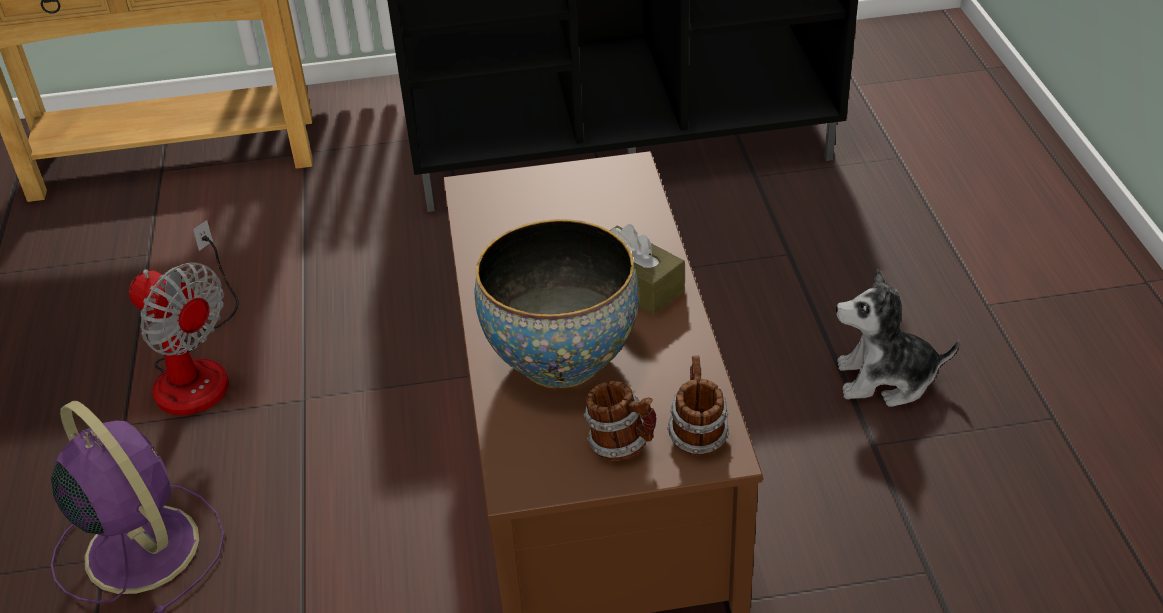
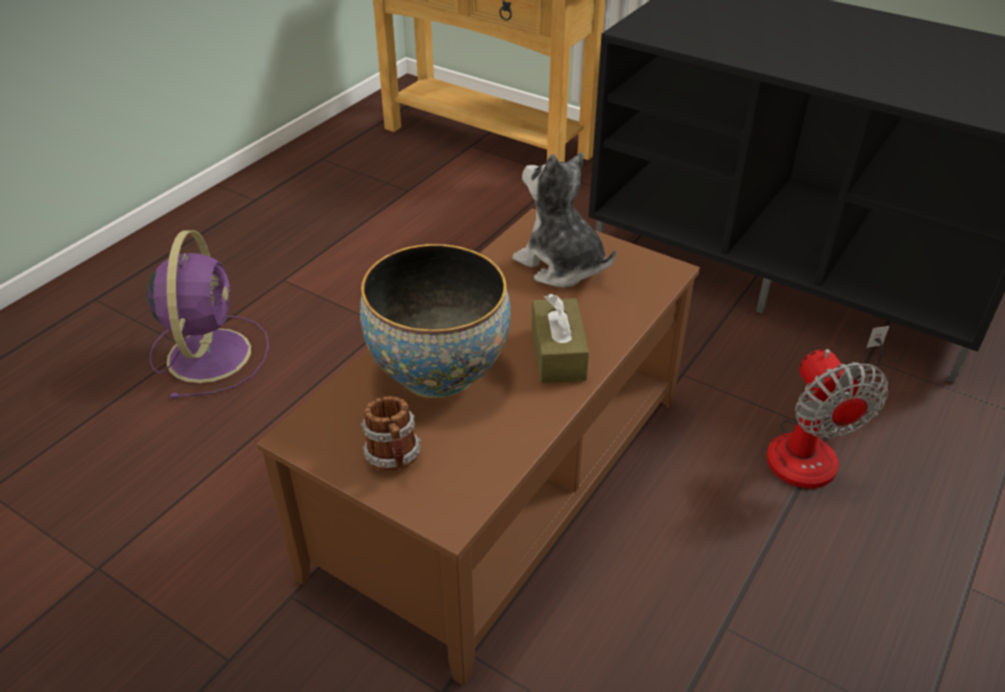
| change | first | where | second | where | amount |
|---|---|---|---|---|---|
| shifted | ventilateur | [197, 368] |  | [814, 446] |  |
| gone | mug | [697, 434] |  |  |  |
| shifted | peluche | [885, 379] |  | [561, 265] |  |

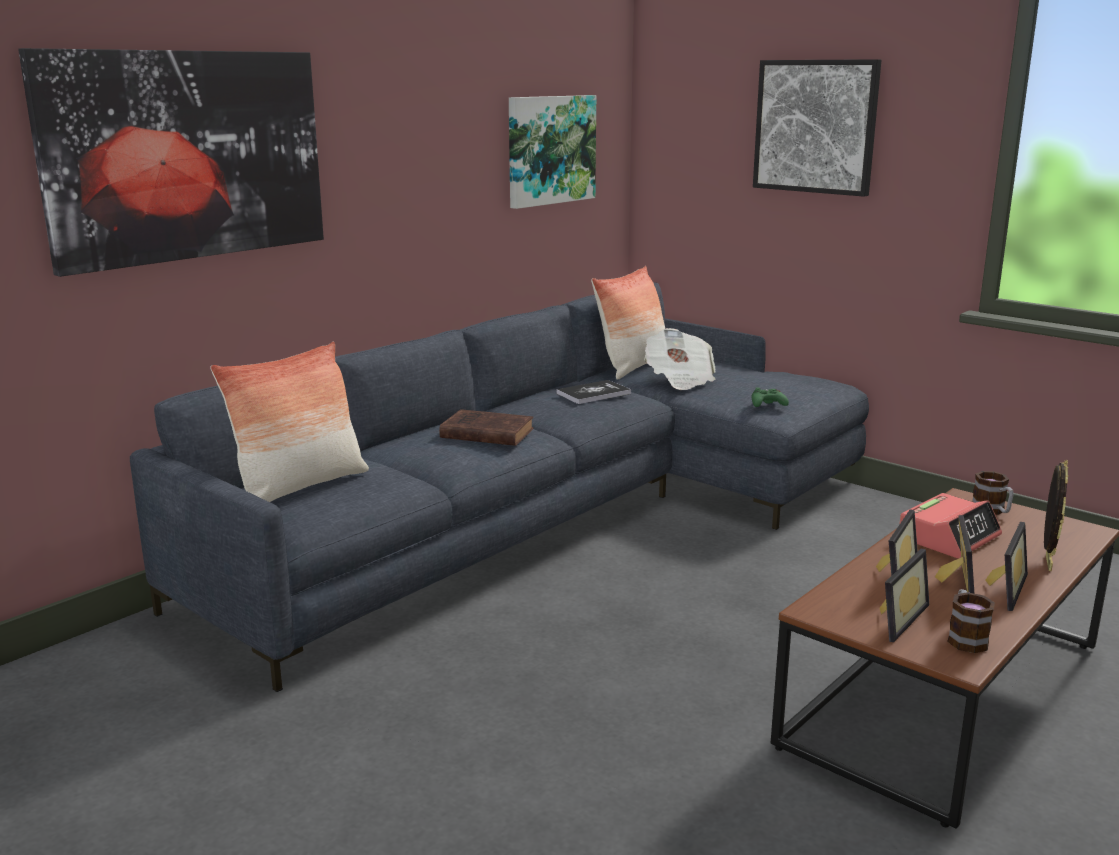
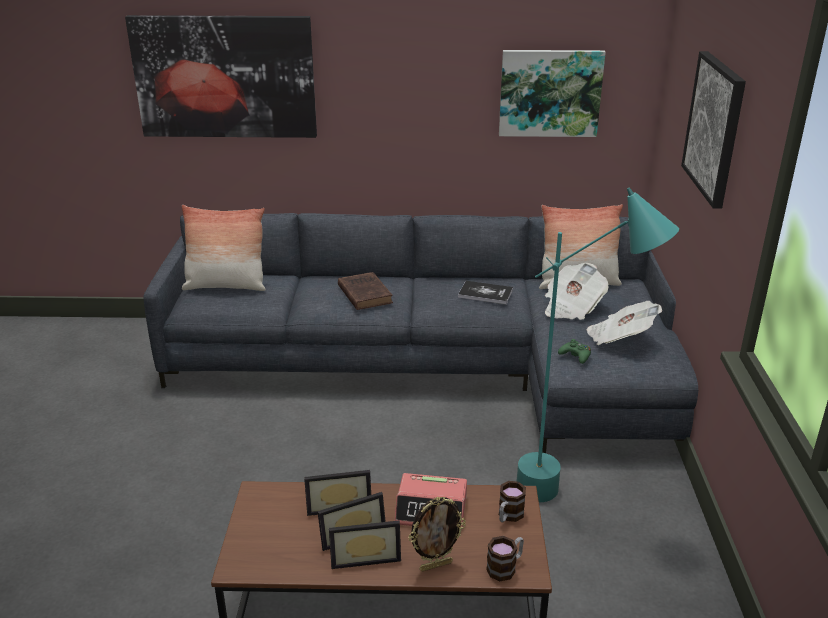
| change | first | where | second | where | amount |
|---|---|---|---|---|---|
| gone | cadre photo | [894, 618] |  |  |  |
| shifted | mug | [965, 637] |  | [505, 567] |  |
| new |  |  | lampadaire/turquoise | [572, 496] |  |
| new |  |  | journal | [620, 338] |  |

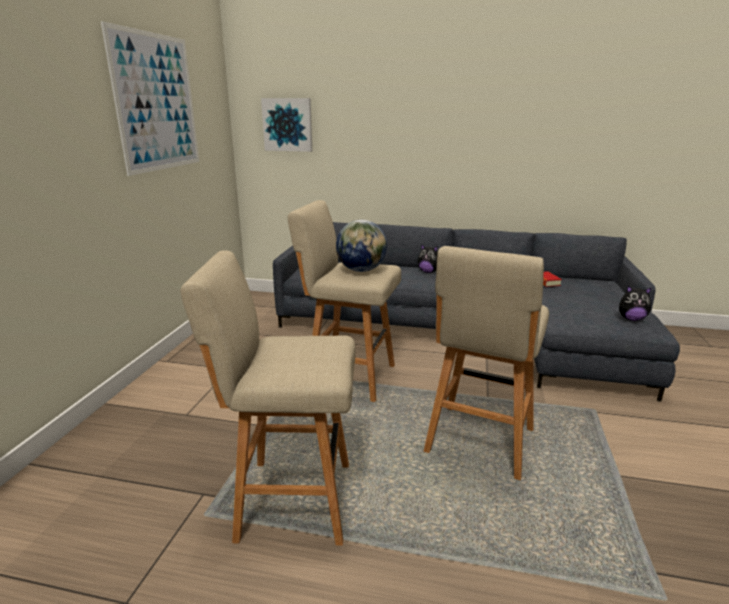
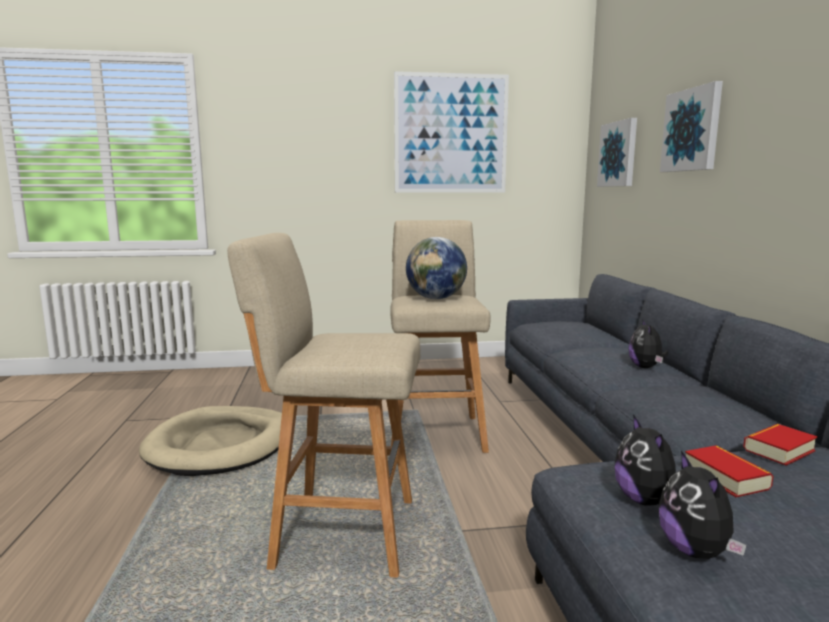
| change | first | where | second | where | amount |
|---|---|---|---|---|---|
| swapped | tabouret/beige | [290, 499] | panier pour chien/beige | [221, 445] |  |
| new |  |  | peluche | [646, 500] |  |
| new |  |  | tableau | [692, 130] |  |
| new |  |  | livre | [725, 477] |  |

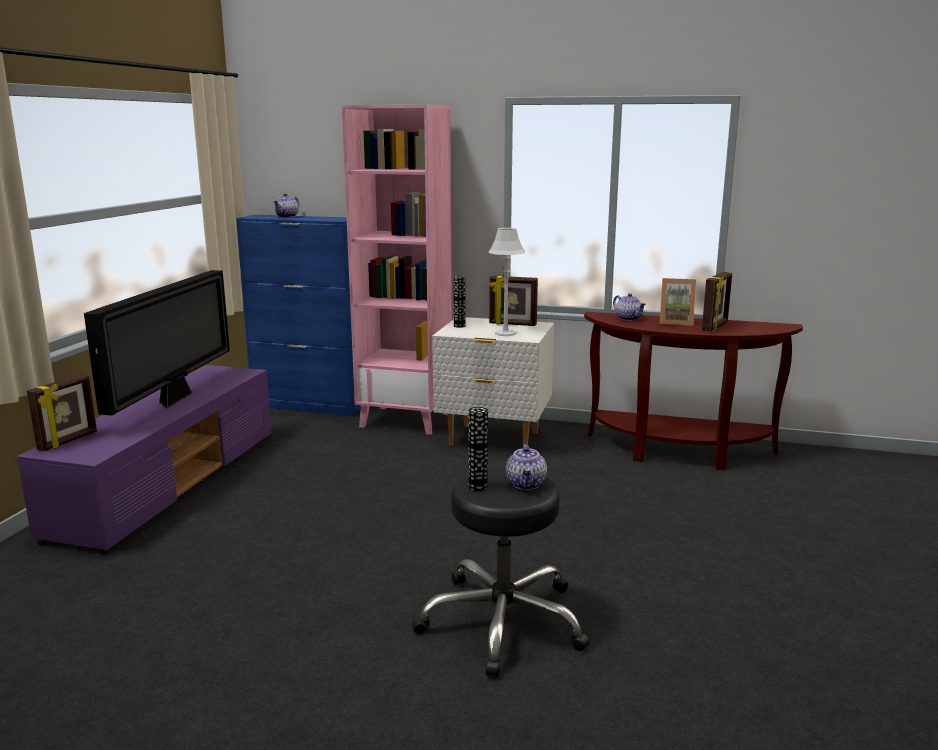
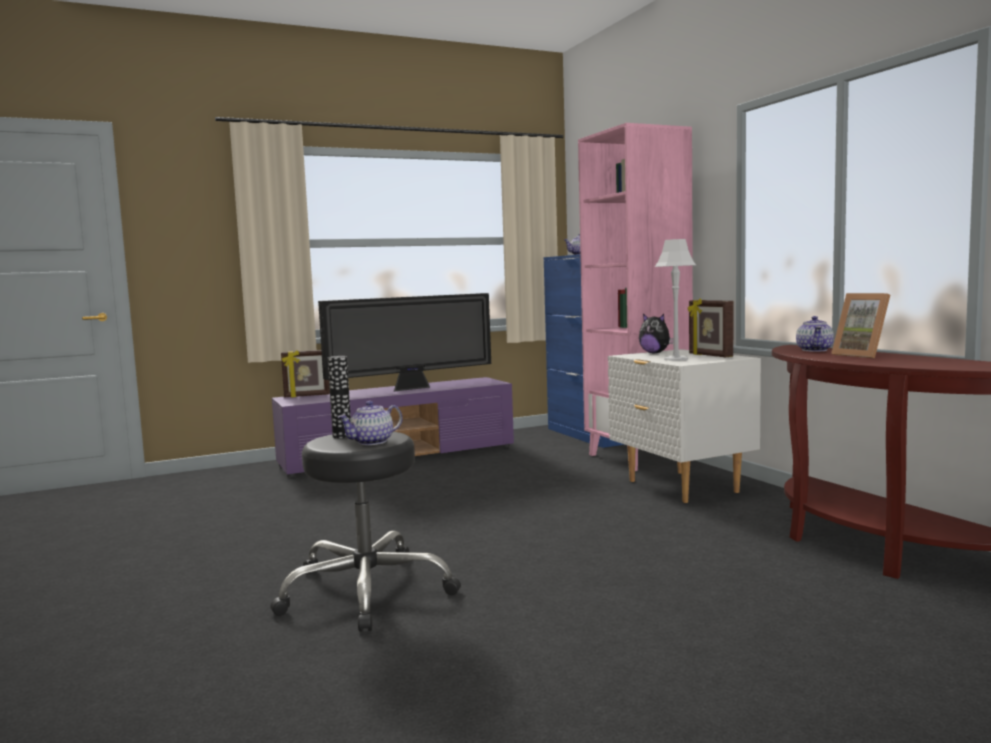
| change | first | where | second | where | amount |
|---|---|---|---|---|---|
| swapped | vase | [459, 326] | peluche | [655, 353] |  |
| gone | cadre photo | [715, 327] |  |  |  |

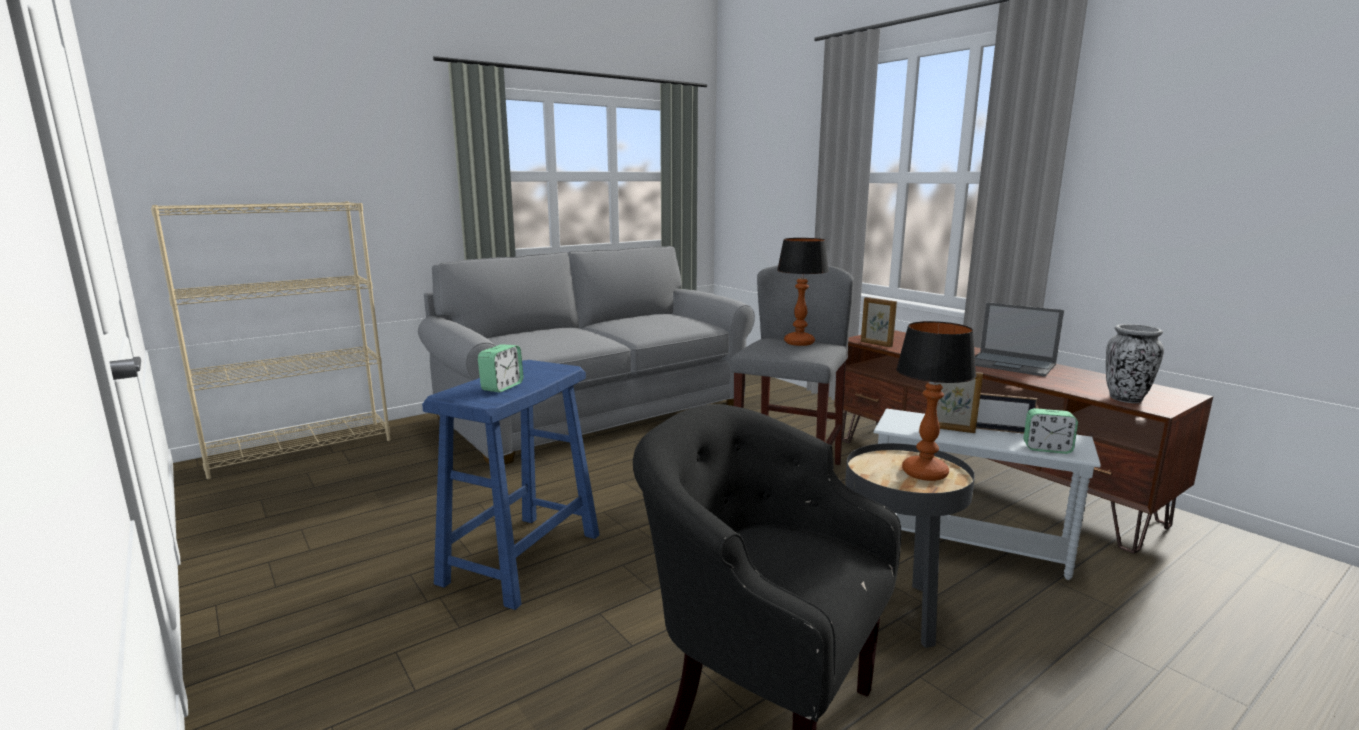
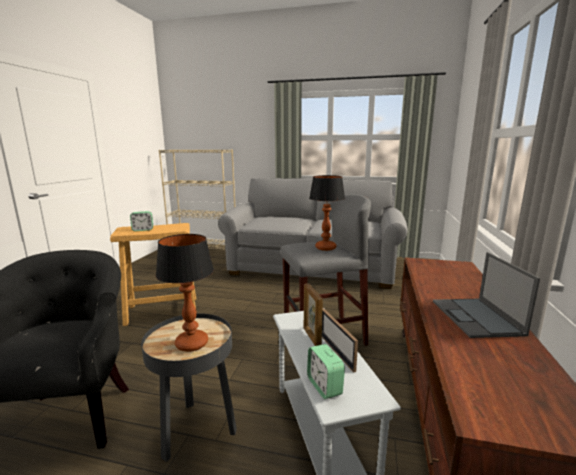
| change | first | where | second | where | amount |
|---|---|---|---|---|---|
| repainted | tabouret/bleu | [522, 558] | tabouret/beige | [163, 310] |  |
| gone | cadre photo | [876, 344] |  |  |  |
| gone | vase | [1126, 399] |  |  |  |

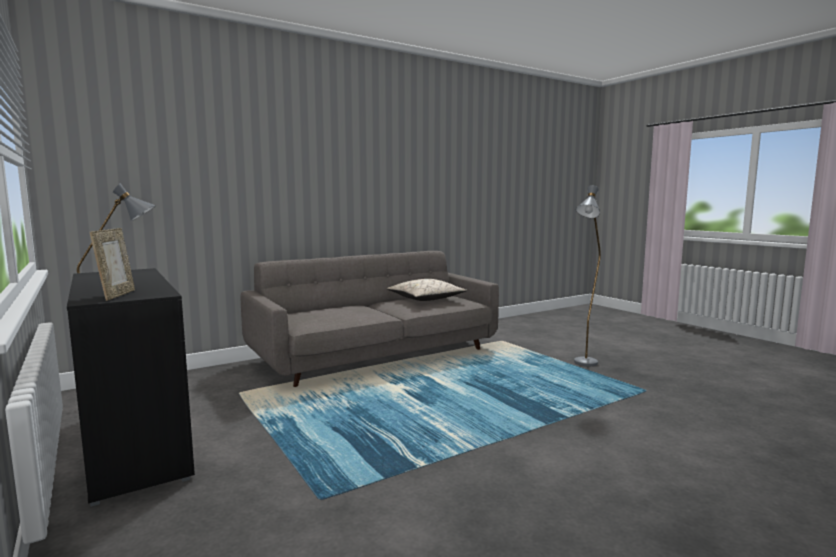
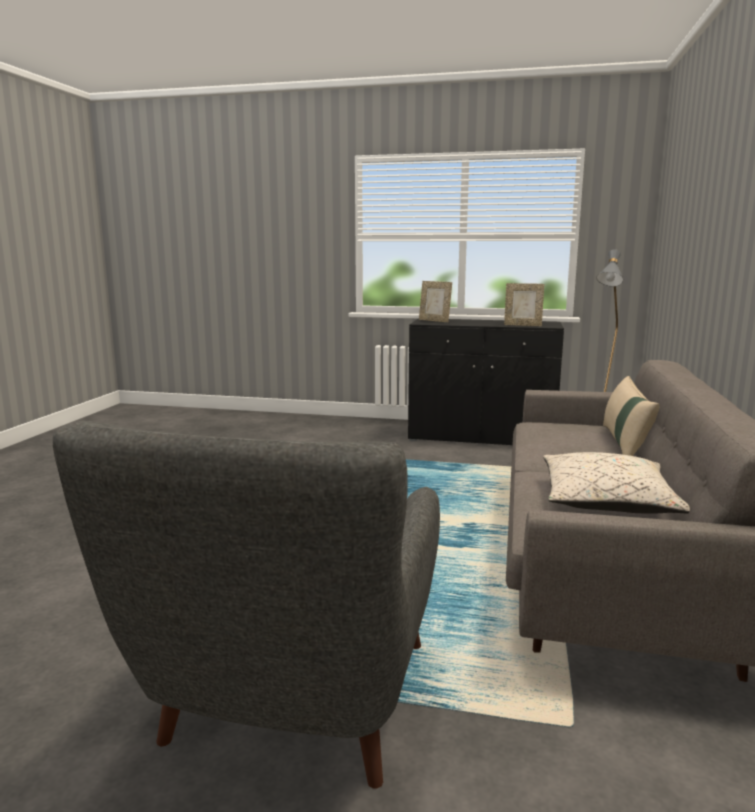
| change | first | where | second | where | amount |
|---|---|---|---|---|---|
| swapped | lampadaire/gris | [584, 365] | fauteuil/gris | [291, 703] |  |
| new |  |  | cadre photo | [522, 325] |  |
| new |  |  | coussin/beige | [625, 444] |  |

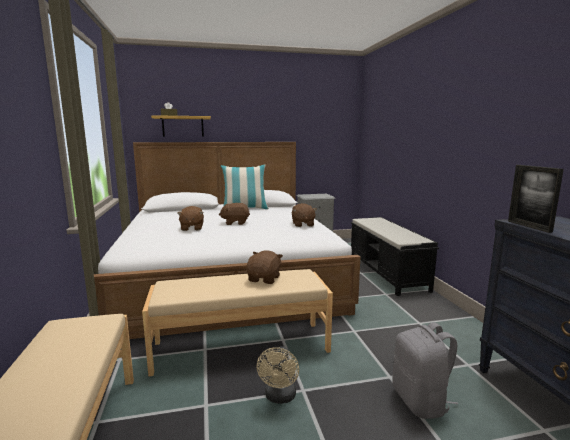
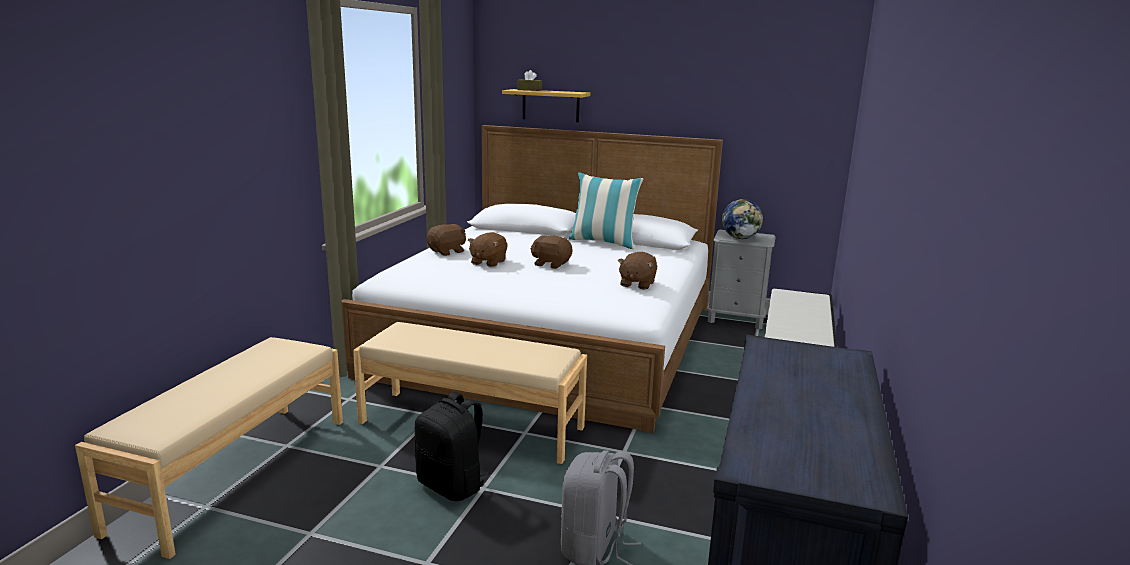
| change | first | where | second | where | amount |
|---|---|---|---|---|---|
| shifted | peluche/marron | [264, 279] |  | [447, 252] |  |
| swapped | ventilateur/beige | [279, 397] | sac à dos/noir | [452, 485] |  |
| gone | cadre photo | [529, 226] |  |  |  |
| new |  |  | globe | [740, 238] |  |

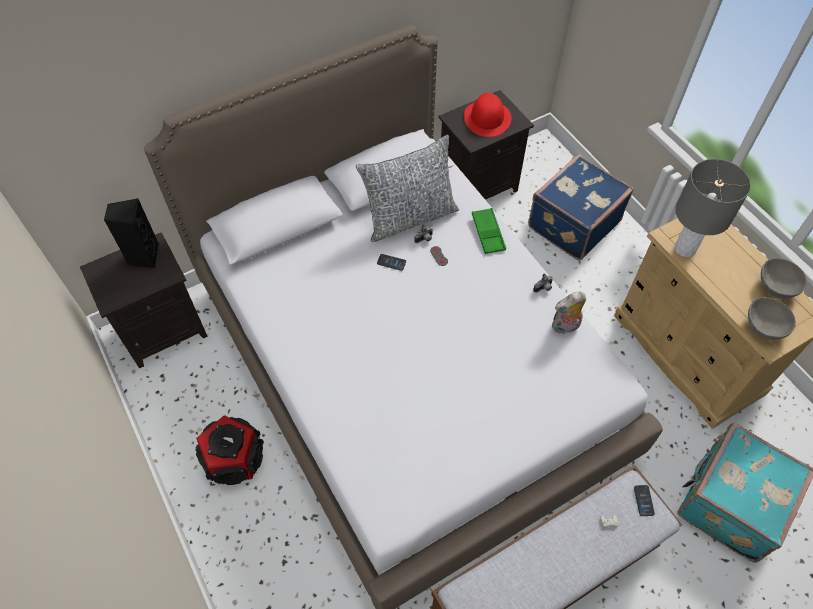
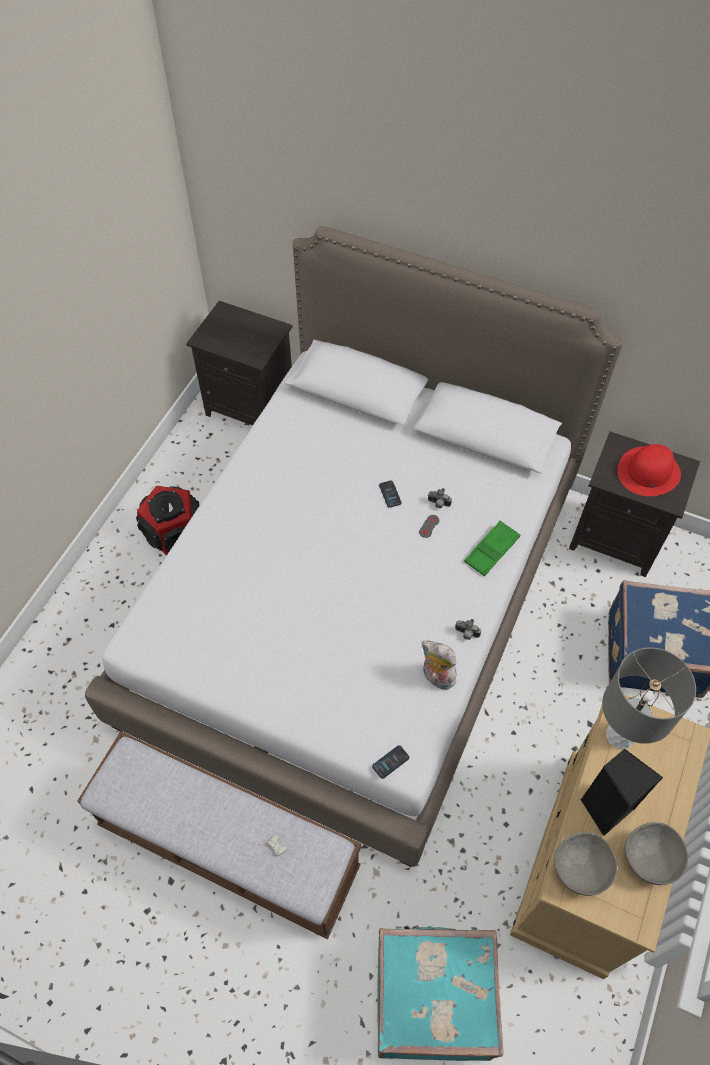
| change | first | where | second | where | amount |
|---|---|---|---|---|---|
| shifted | enceinte/noir | [144, 256] |  | [605, 807] |  |
| gone | coussin | [410, 217] |  |  |  |
| shifted | téléphone | [643, 500] |  | [390, 762] |  |

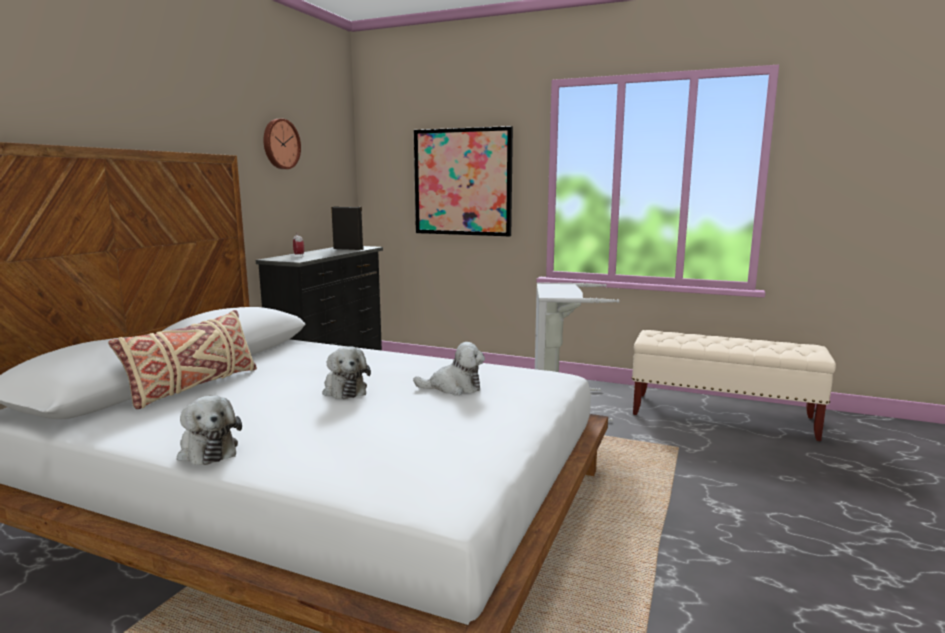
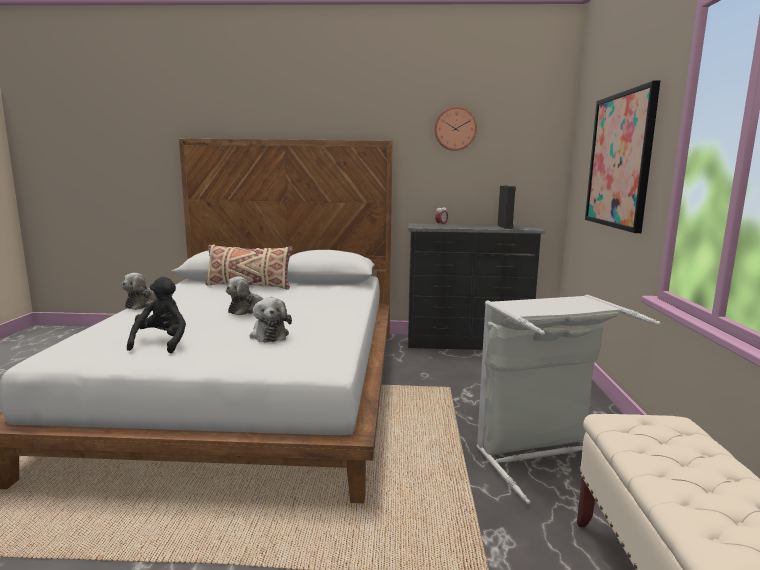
| change | first | where | second | where | amount |
|---|---|---|---|---|---|
| new |  |  | peluche/noir | [162, 343] |  |

